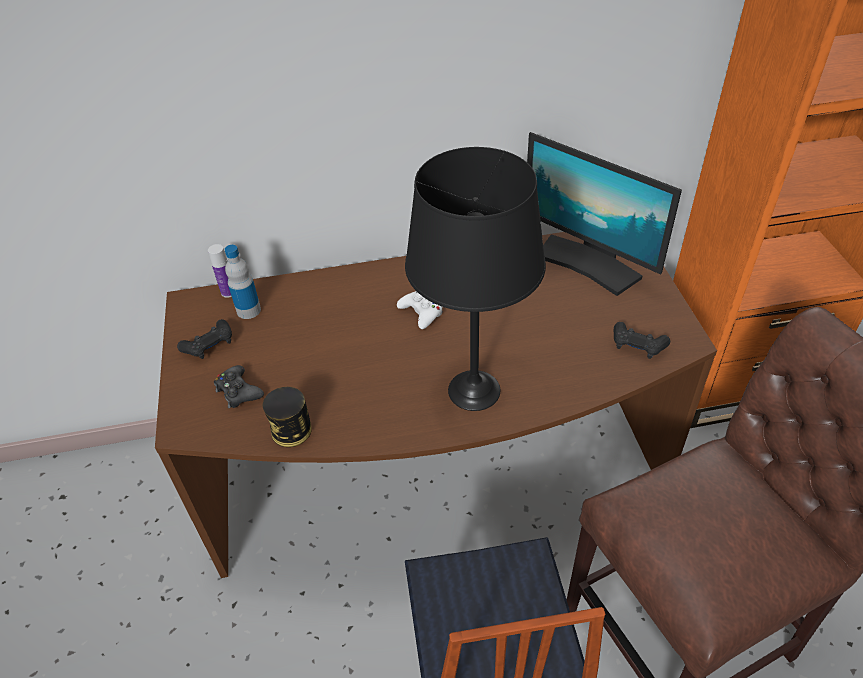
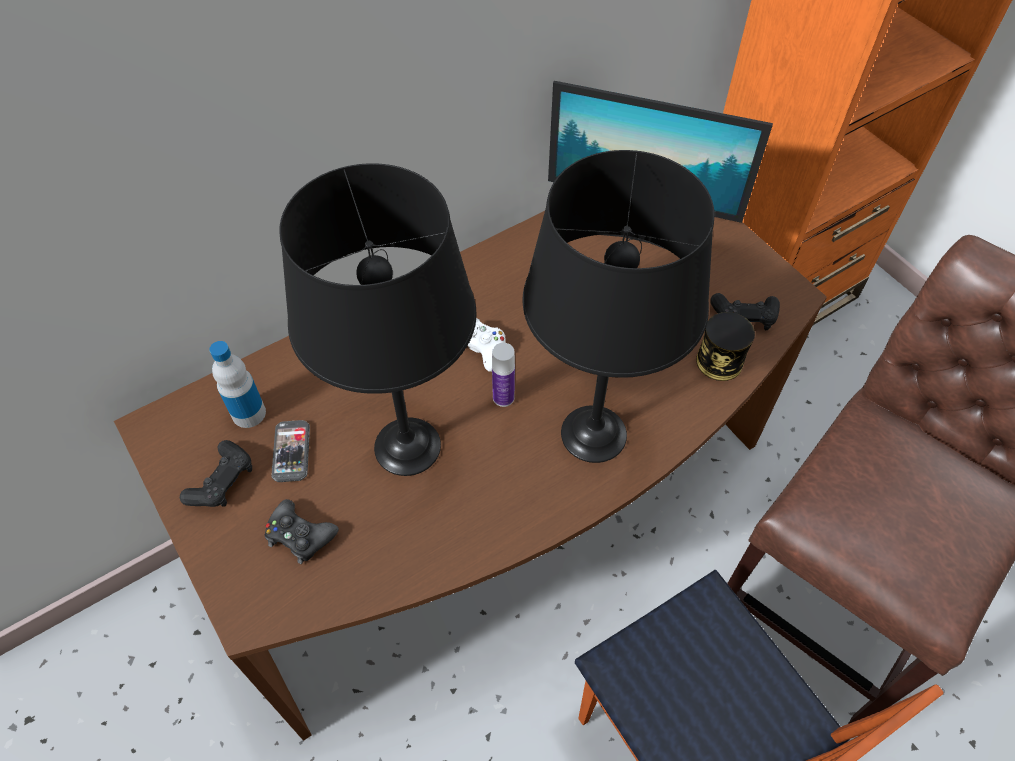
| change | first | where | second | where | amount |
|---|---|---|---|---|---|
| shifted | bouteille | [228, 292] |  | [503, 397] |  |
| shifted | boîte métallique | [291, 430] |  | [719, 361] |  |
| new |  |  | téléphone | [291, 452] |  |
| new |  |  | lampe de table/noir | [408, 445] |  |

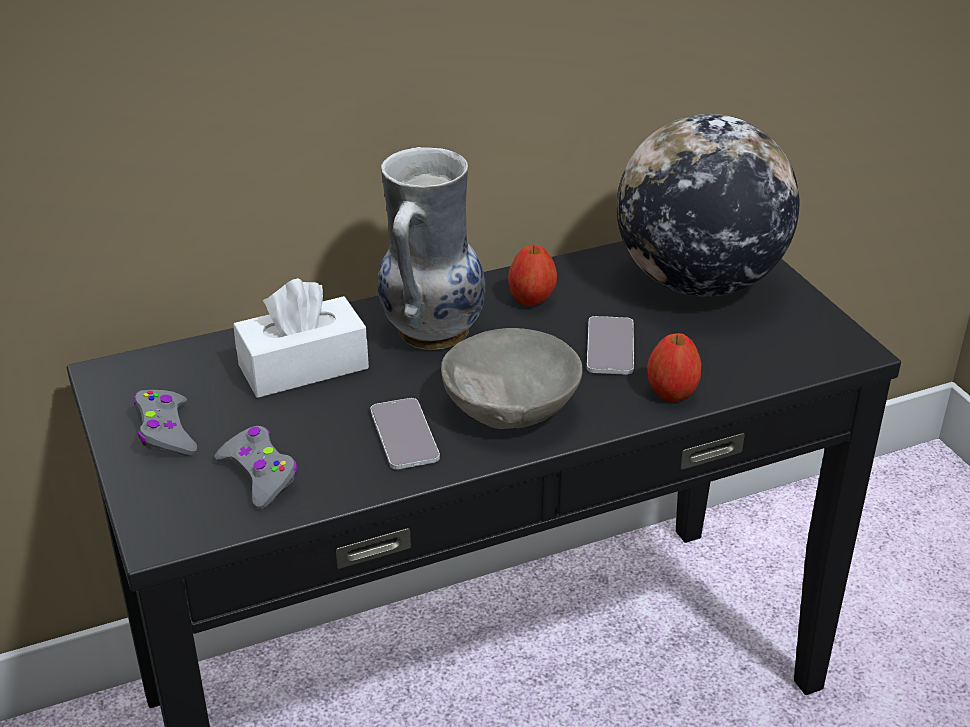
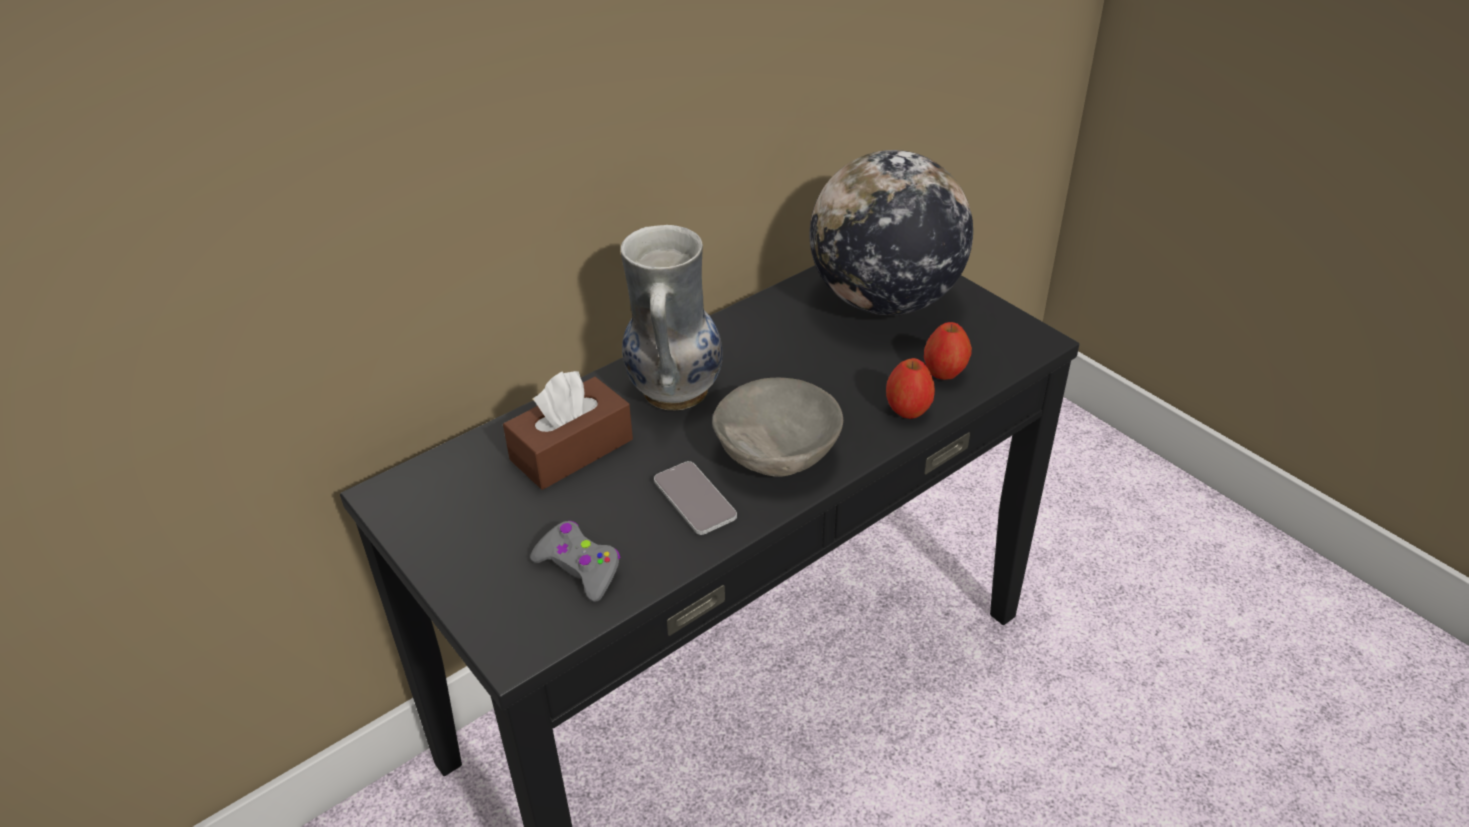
| change | first | where | second | where | amount |
|---|---|---|---|---|---|
| gone | manette/gris | [166, 432] |  |  |  |
| repainted | boîte à mouchoirs/blanc | [303, 367] | boîte à mouchoirs/marron | [571, 450] |  |
| shifted | pomme | [531, 300] |  | [945, 373] |  |
| gone | téléphone | [610, 347] |  |  |  |

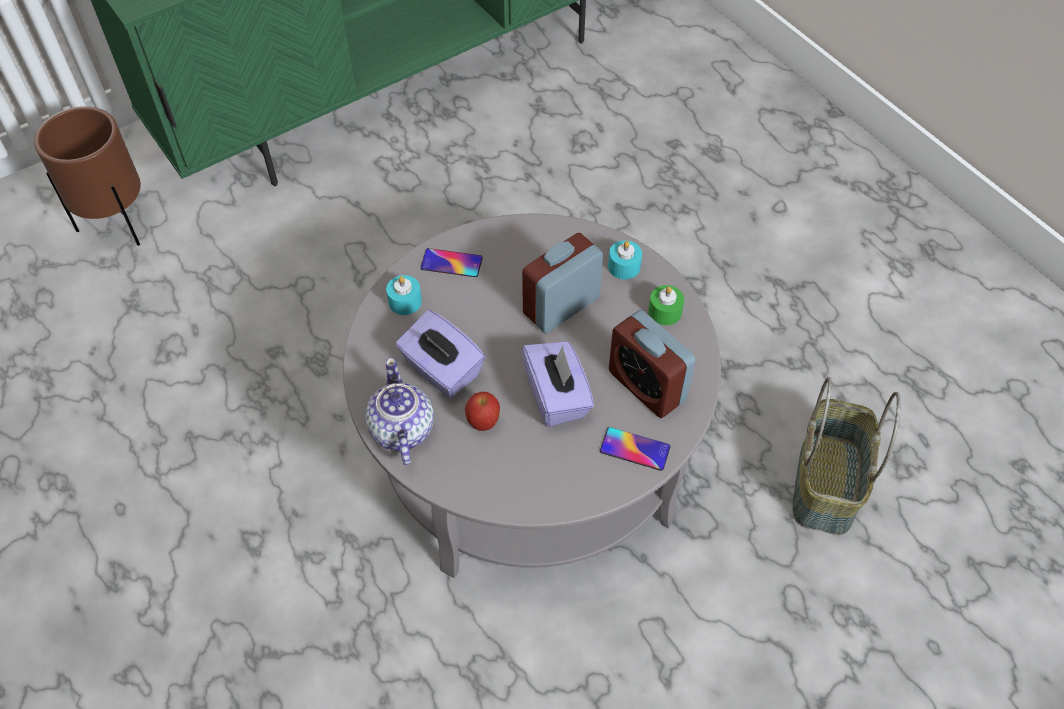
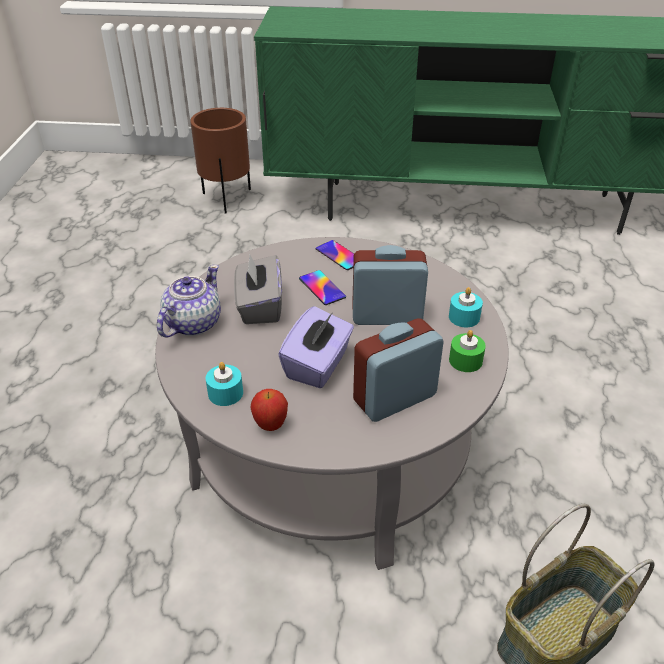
| change | first | where | second | where | amount |
|---|---|---|---|---|---|
| shifted | bougie/turquoise | [405, 301] |  | [225, 393] |  |
| repainted | boîte à mouchoirs/violet | [441, 370] | boîte à mouchoirs/gris | [259, 306] |  |
| shifted | pomme | [483, 423] |  | [270, 425] |  |
| shifted | téléphone | [635, 449] |  | [322, 288] |  |
| rotated | réveil | [647, 386] |  | [394, 398] | 60 degrees clockwise |

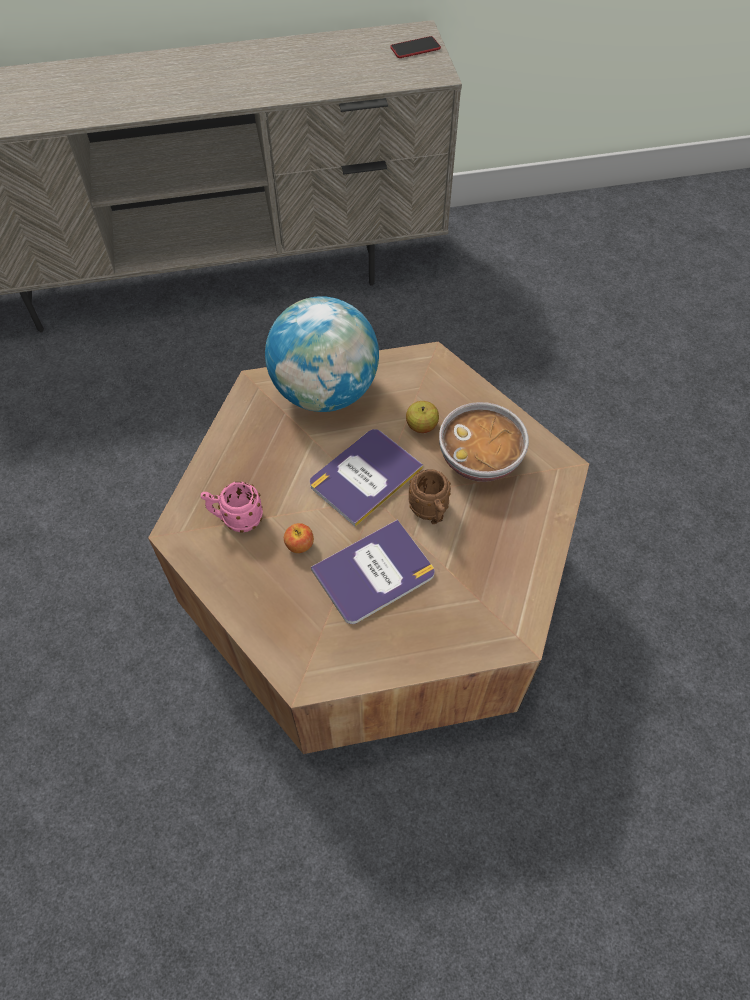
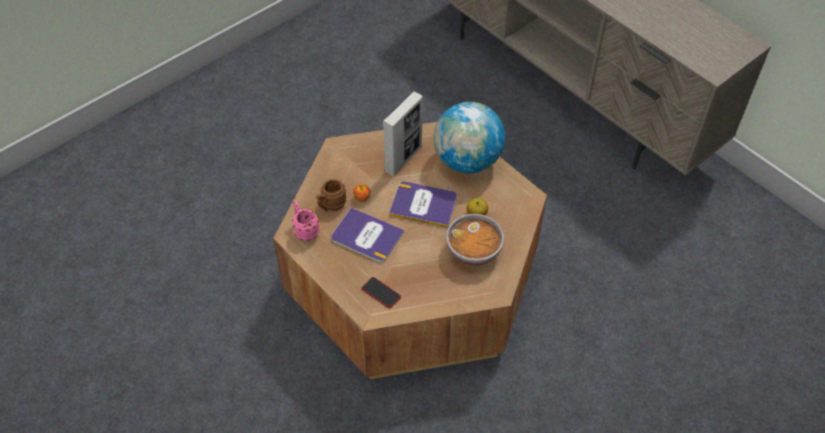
| change | first | where | second | where | amount |
|---|---|---|---|---|---|
| shifted | mug/rose | [236, 519] |  | [305, 230] |  |
| shifted | téléphone | [415, 48] |  | [381, 293] |  |
| shifted | mug/marron | [430, 513] |  | [331, 206] |  |
| new |  |  | cadre photo | [403, 159] |  |

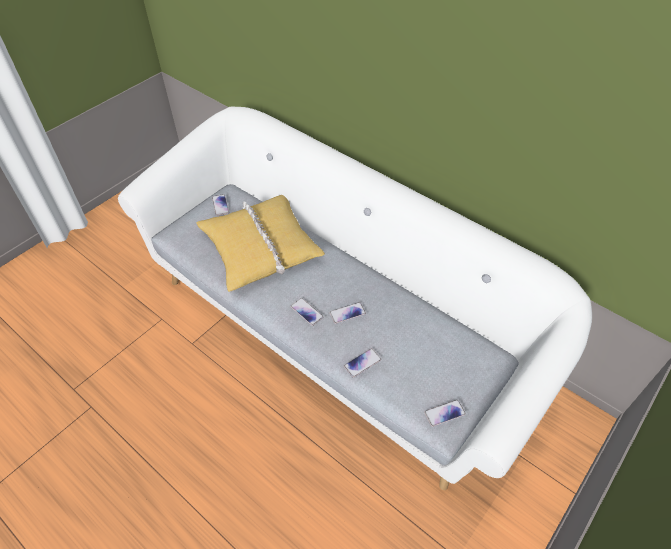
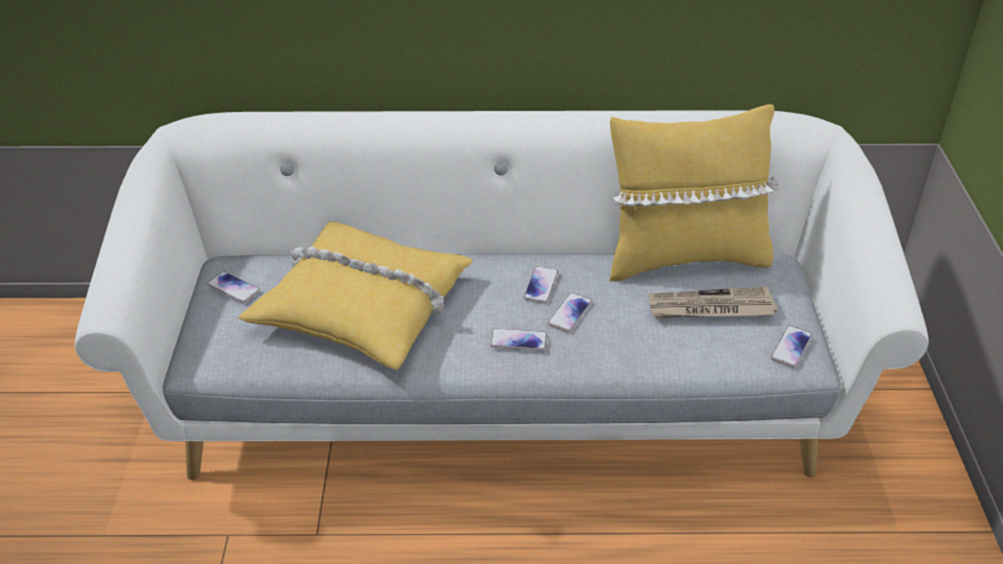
| change | first | where | second | where | amount |
|---|---|---|---|---|---|
| shifted | téléphone | [362, 363] |  | [541, 285] |  |
| new |  |  | coussin/jaune | [684, 258] |  |
| new |  |  | journal | [710, 308] |  |

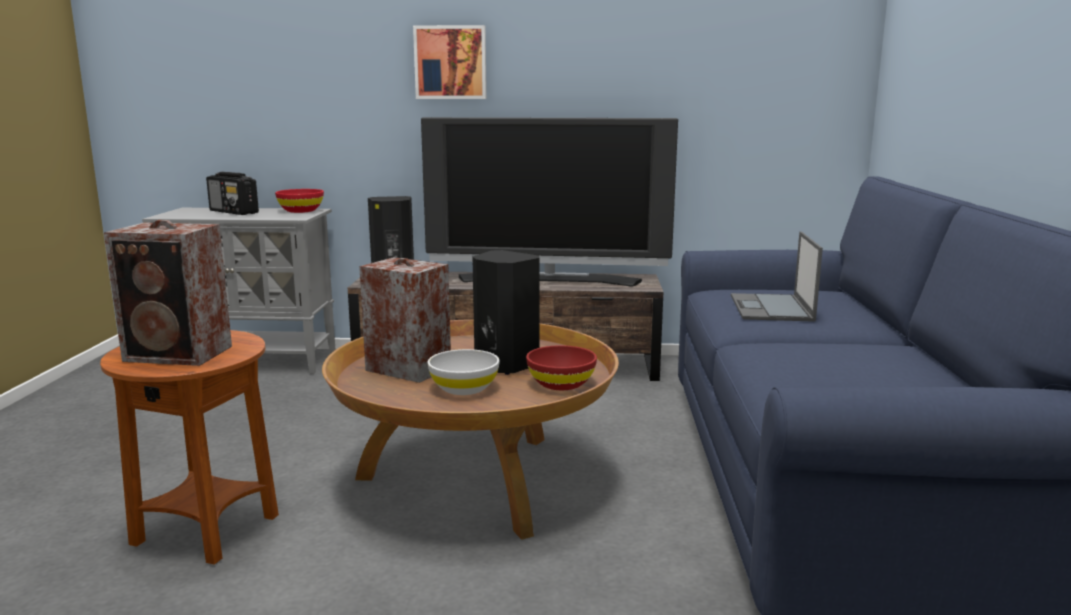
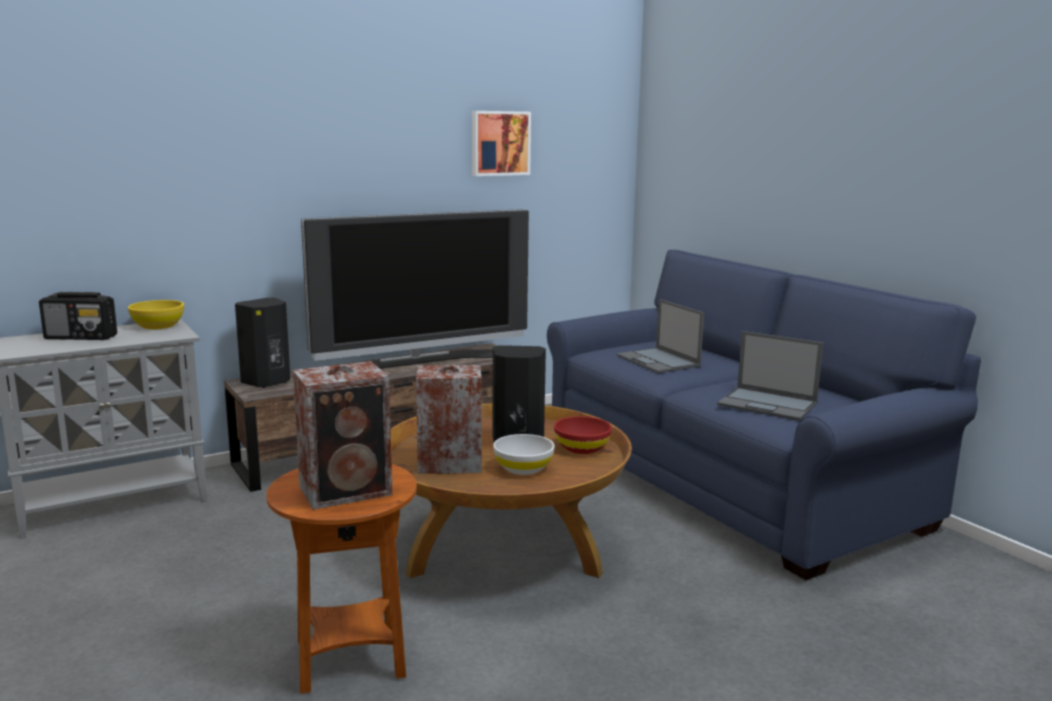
| change | first | where | second | where | amount |
|---|---|---|---|---|---|
| repainted | bol/rouge | [301, 211] | bol/jaune | [158, 326] |  |
| shifted | tableau | [451, 62] |  | [499, 143] |  |
| new |  |  | ordinateur portable | [768, 404] |  |

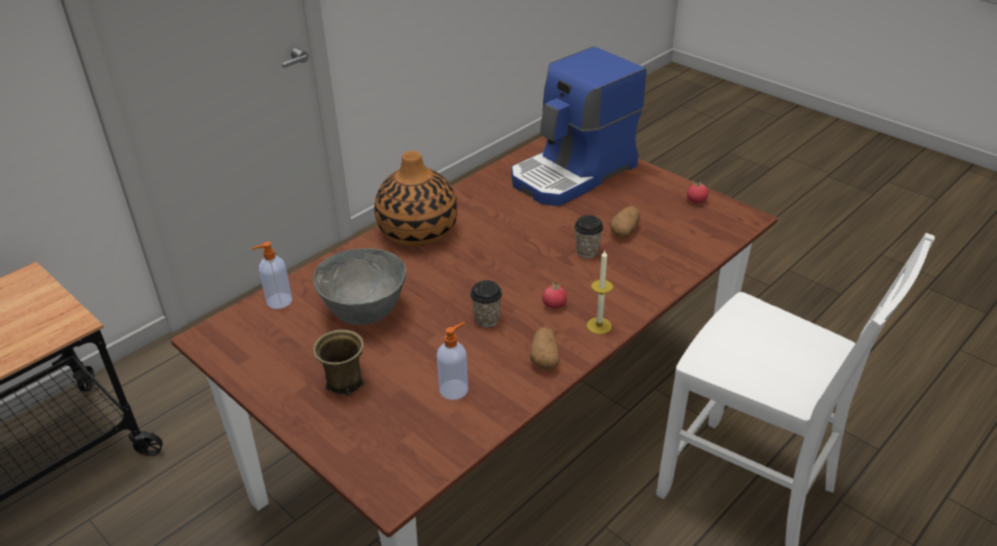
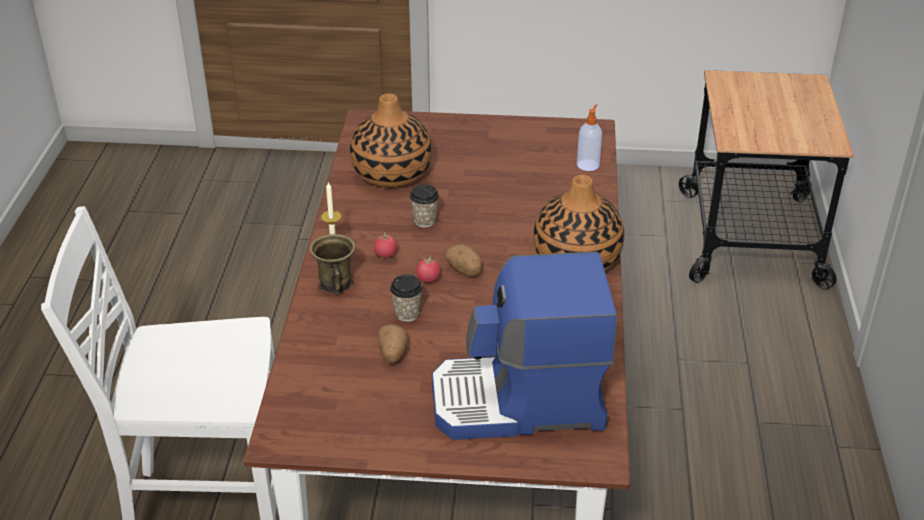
| change | first | where | second | where | amount |
|---|---|---|---|---|---|
| gone | bol/gris | [365, 313] |  |  |  |
| shifted | mug/marron | [344, 382] |  | [336, 283] |  |
| swapped | distributeur de savon | [454, 389] | vase | [392, 173] |  |
| rotated | machine à café | [574, 174] |  | [519, 403] | 105 degrees counterclockwise |
| shifted | pomme de terre | [544, 358] |  | [465, 270] |  |
| shifted | tomate | [696, 201] |  | [428, 279] |  |

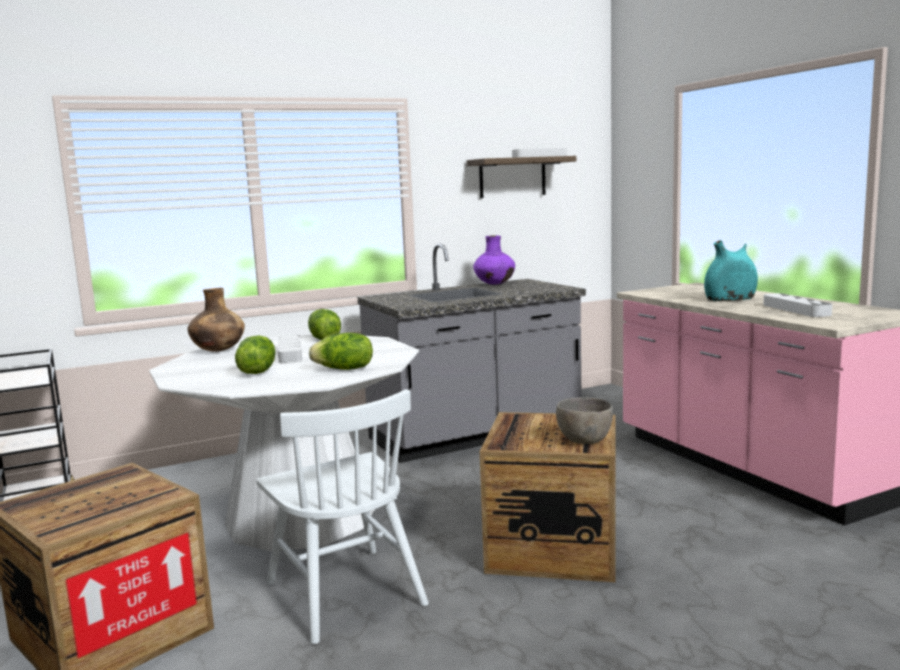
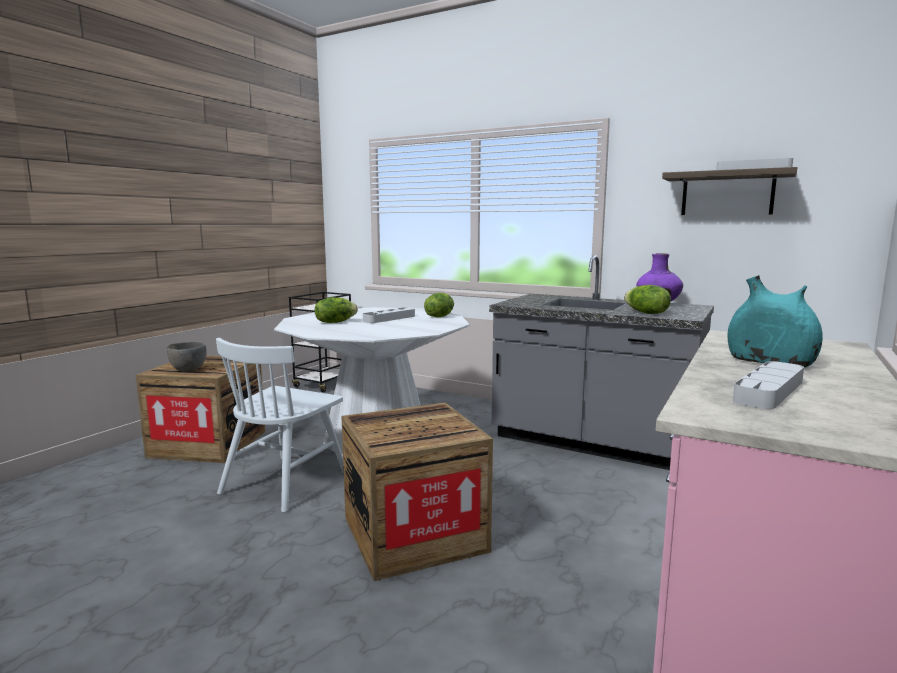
| change | first | where | second | where | amount |
|---|---|---|---|---|---|
| gone | vase/marron | [218, 351] |  |  |  |
| shifted | laitue | [344, 369] |  | [646, 313] |  |
| shifted | bol/gris | [583, 441] |  | [188, 369] |  |

